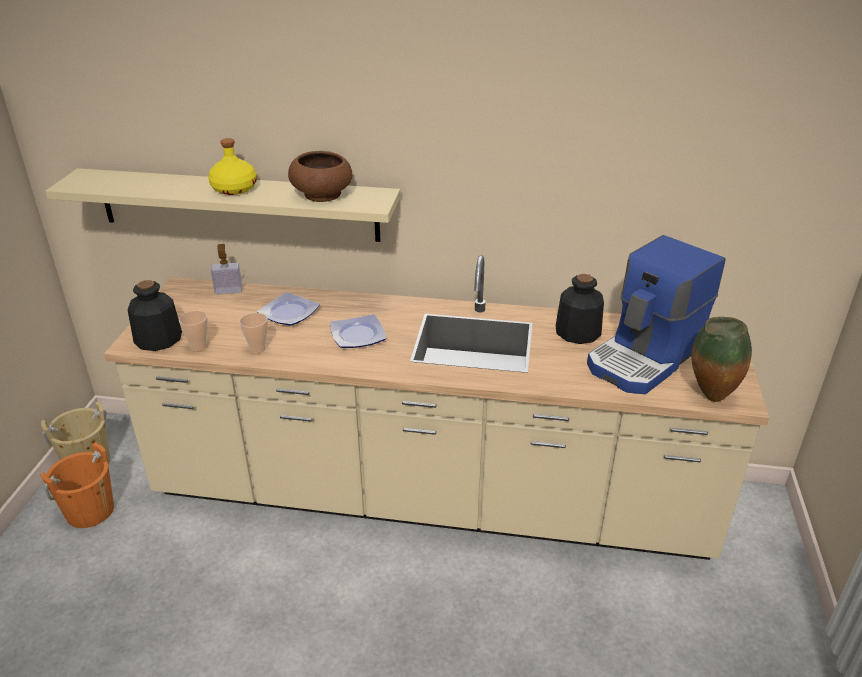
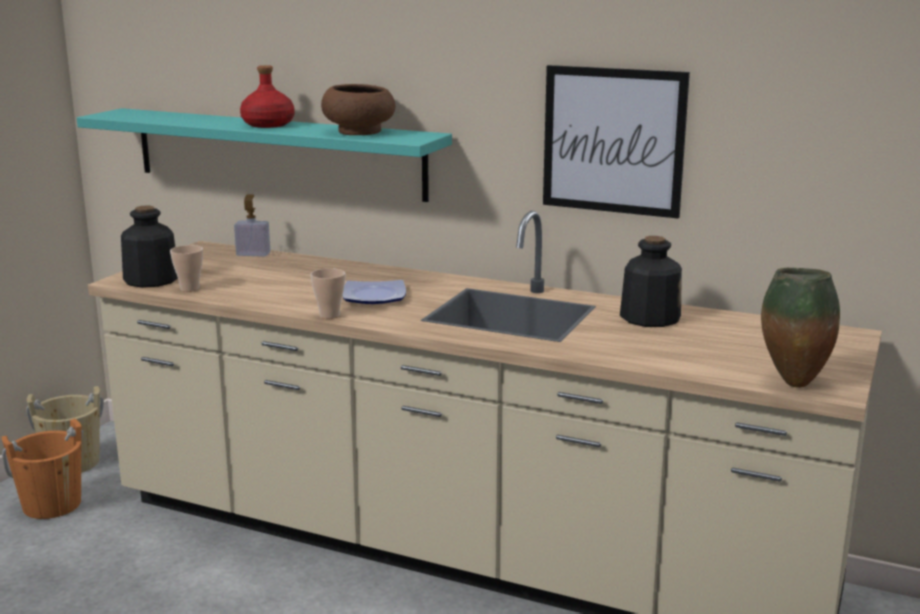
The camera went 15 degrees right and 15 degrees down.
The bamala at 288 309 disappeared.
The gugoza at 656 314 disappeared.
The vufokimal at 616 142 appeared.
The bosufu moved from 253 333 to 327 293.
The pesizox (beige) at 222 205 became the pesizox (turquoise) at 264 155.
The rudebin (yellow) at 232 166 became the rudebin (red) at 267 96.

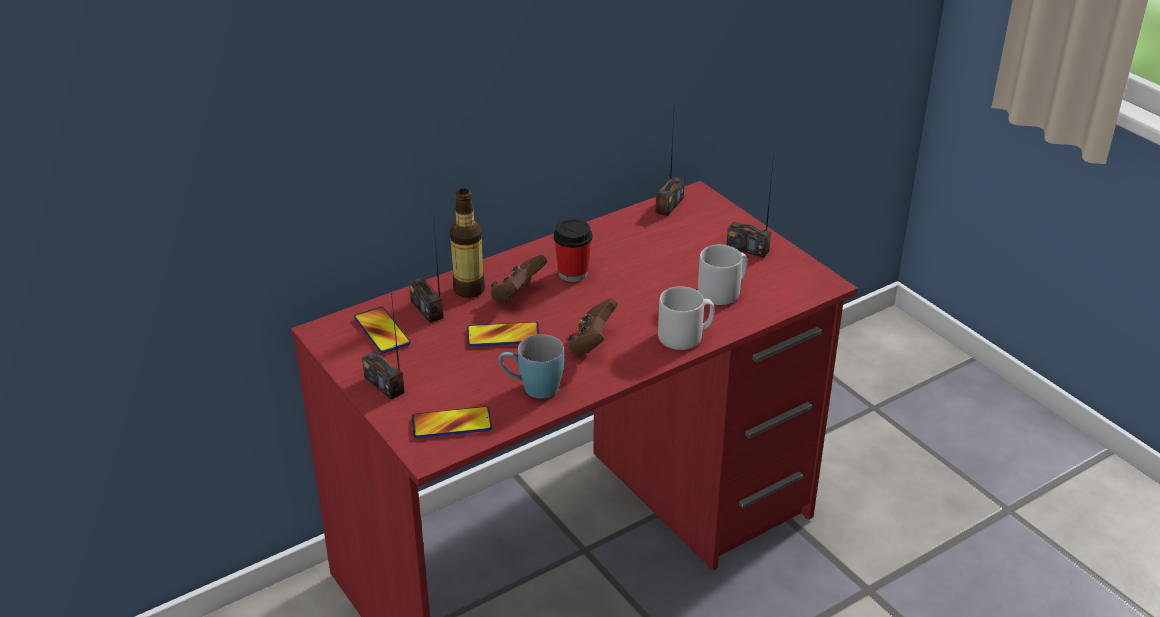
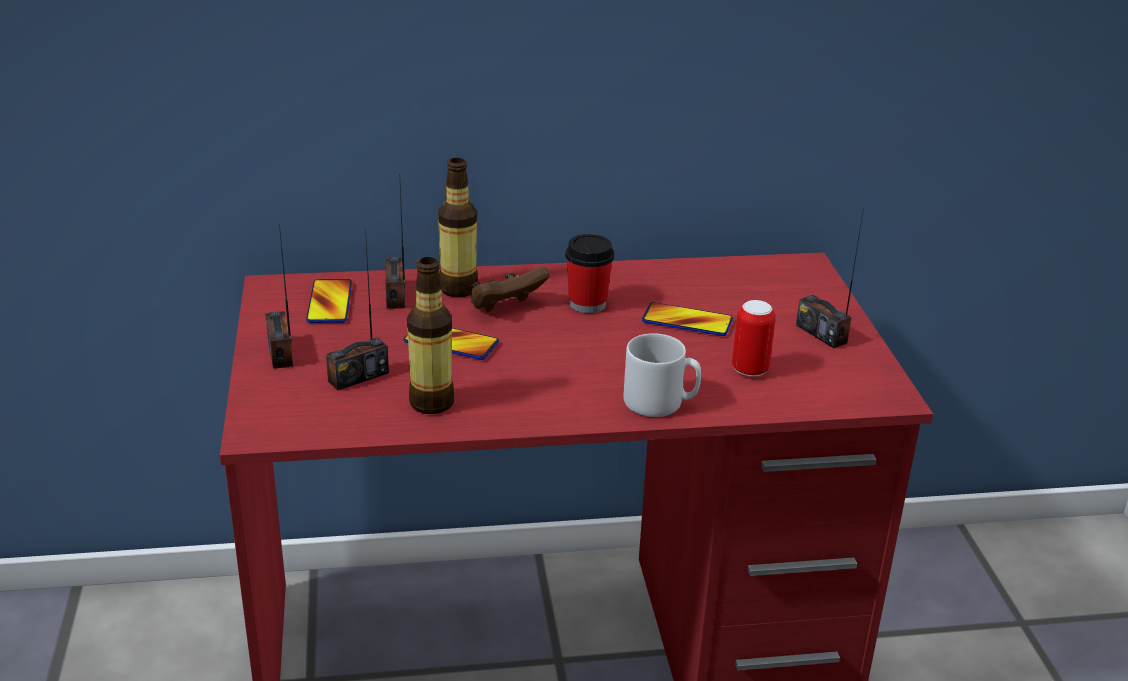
The camera went 25 degrees right and 5 degrees down.
The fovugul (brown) at 593 327 disappeared.
The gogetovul moved from 452 422 to 687 319.
The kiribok moved from 670 164 to 357 309.
The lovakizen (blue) at 531 366 was replaced by the rudebin at 430 335.
The lovakizen (grey) at 722 275 was replaced by the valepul at 754 338.

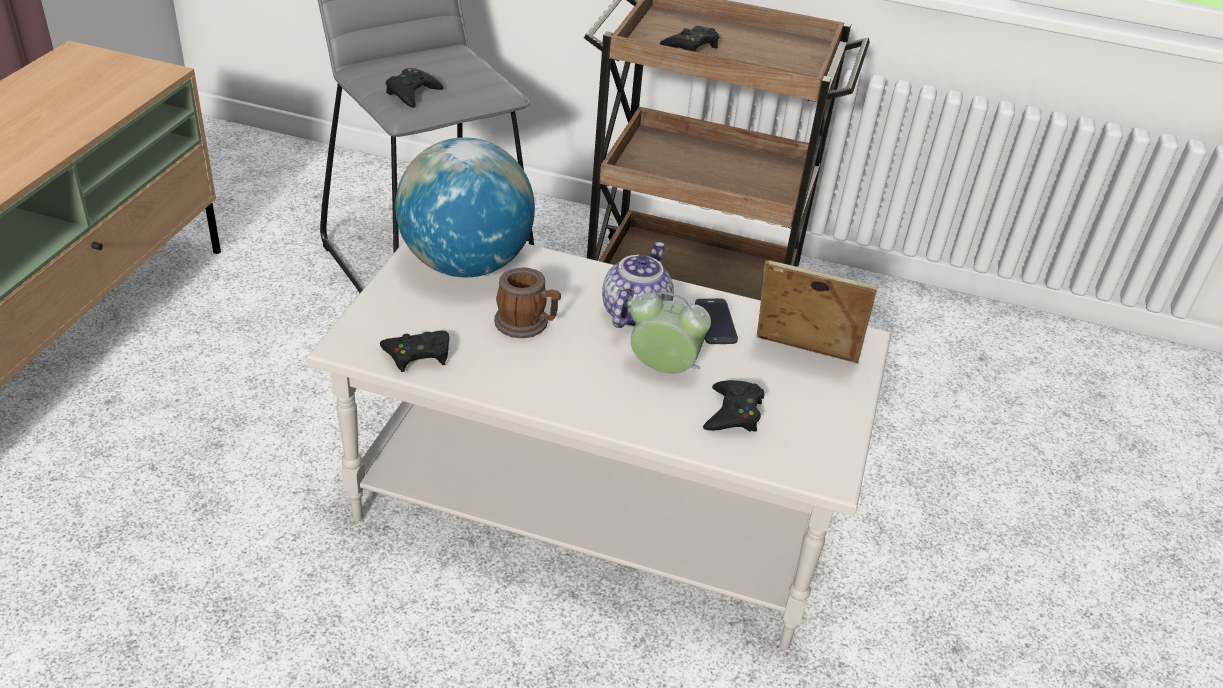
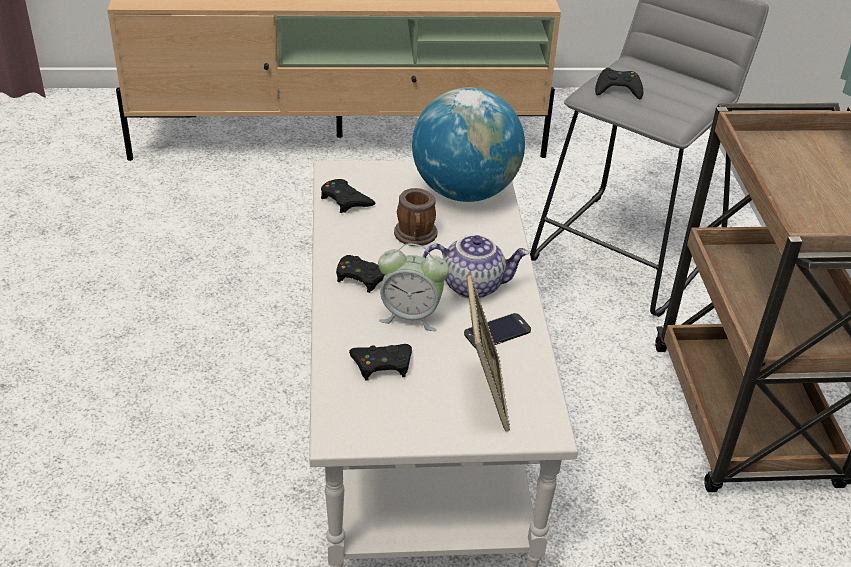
The camera went 70 degrees right and 0 degrees up.
The fovugul (black) moved from 689 39 to 360 274.
The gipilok at 670 333 turned 105 degrees clockwise.

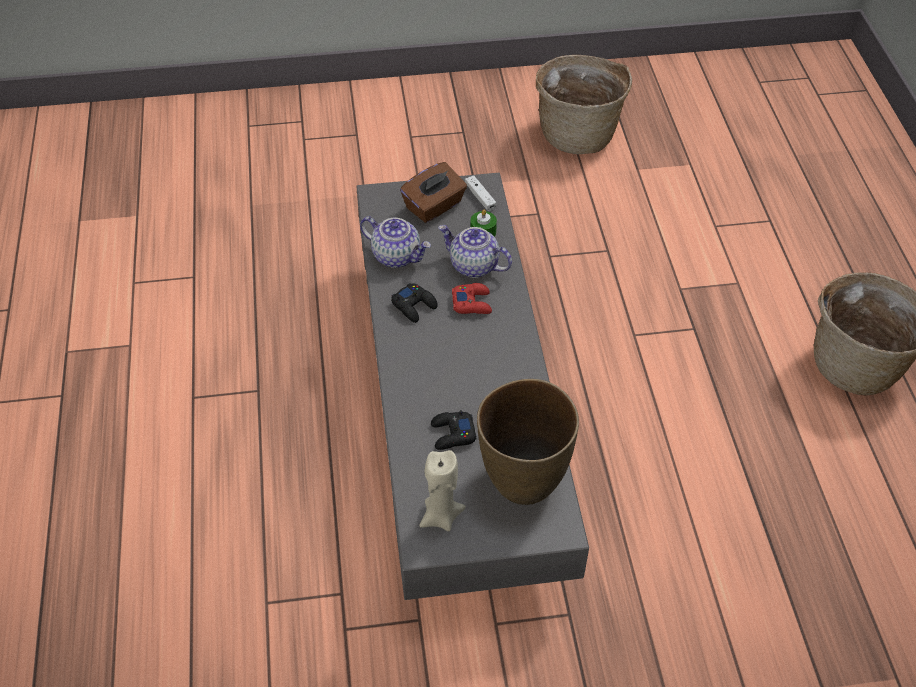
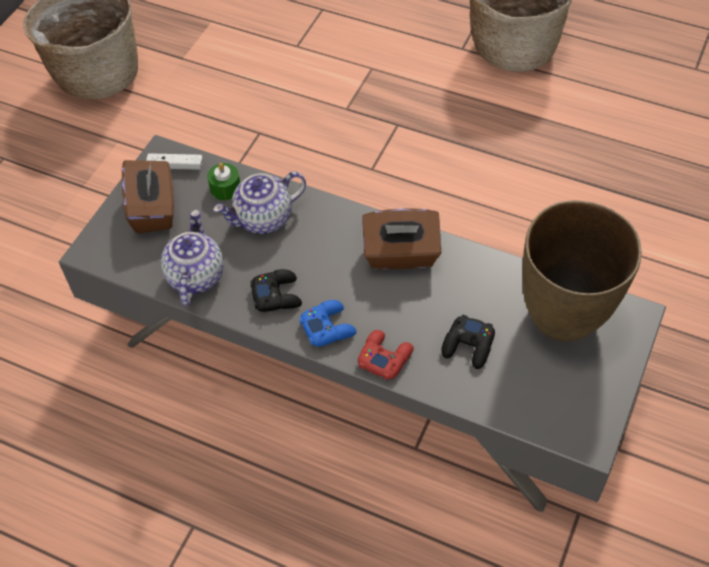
The camera went 55 degrees left and 5 degrees up.
The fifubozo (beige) at 442 490 disappeared.
The fovugul (blue) at 328 323 appeared.
The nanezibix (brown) at 401 239 appeared.
The fovugul (red) moved from 472 298 to 386 355.
The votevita at 395 242 turned 60 degrees counterclockwise.

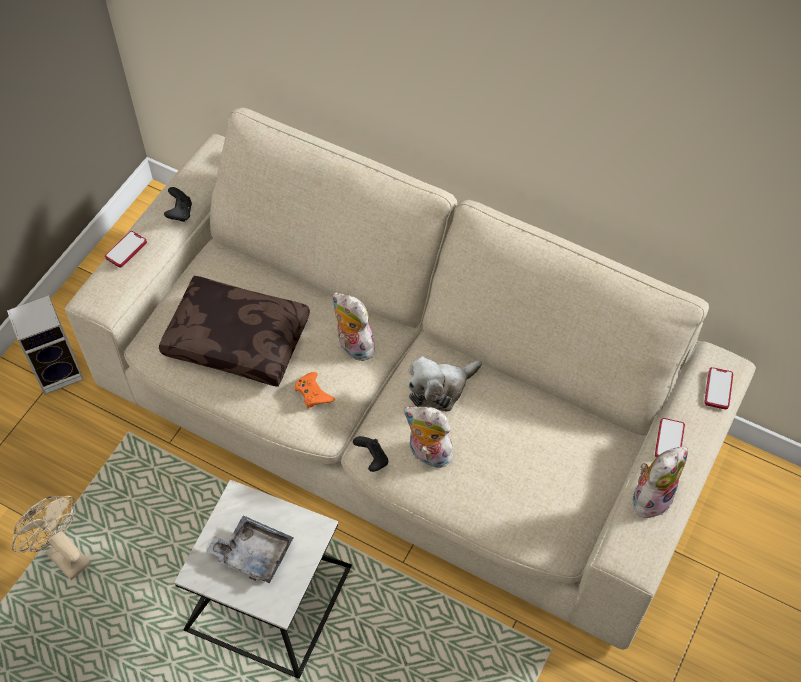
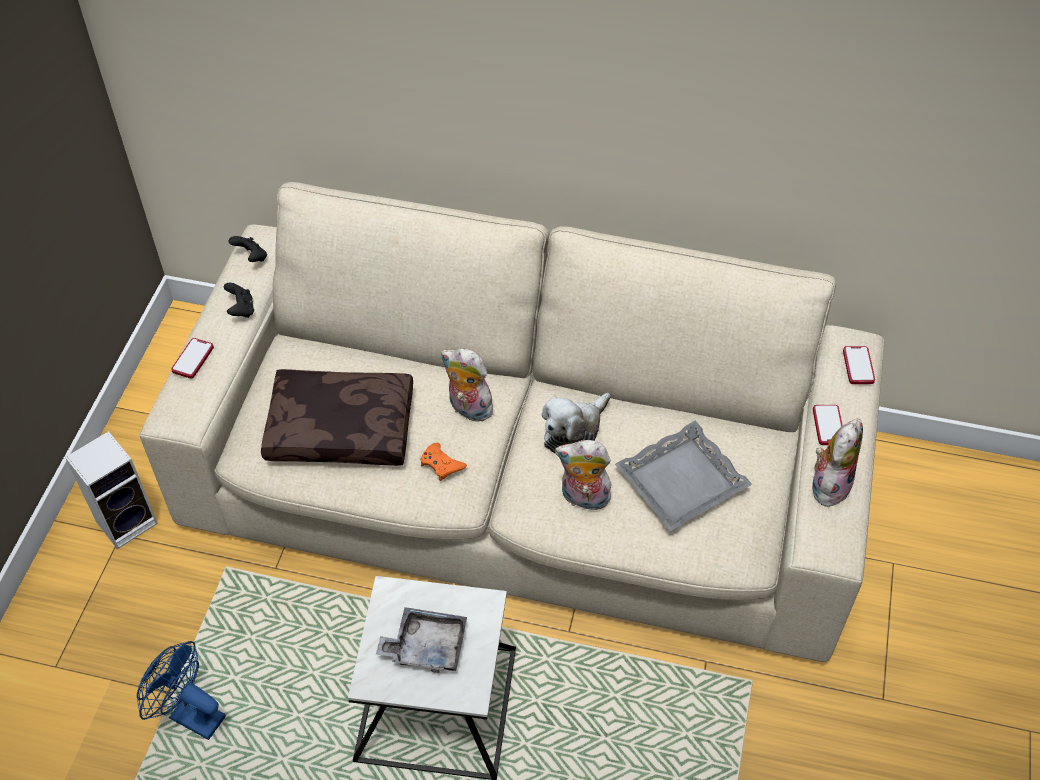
The camera went 15 degrees left and 5 degrees down.
The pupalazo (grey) at 683 476 appeared.
The fovugul (black) moved from 370 454 to 248 249.
The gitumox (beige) at 51 538 became the gitumox (blue) at 181 690.

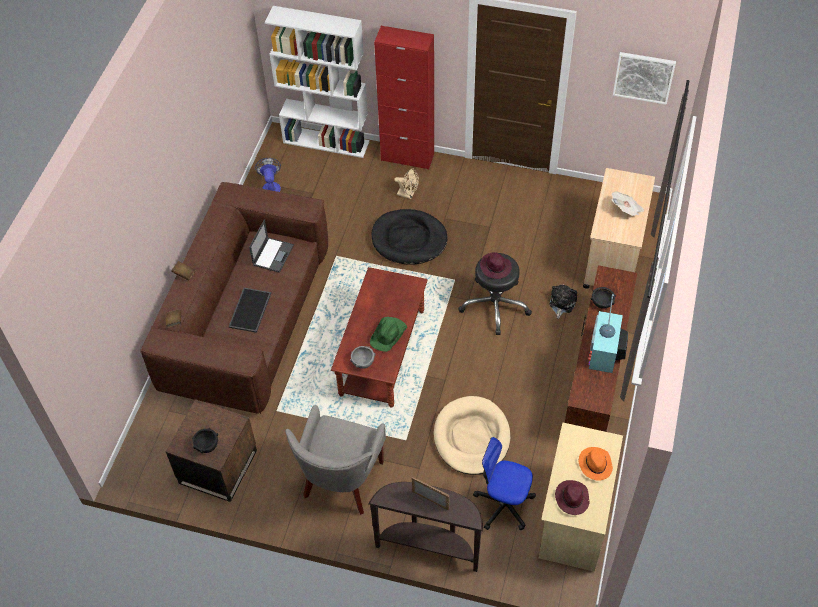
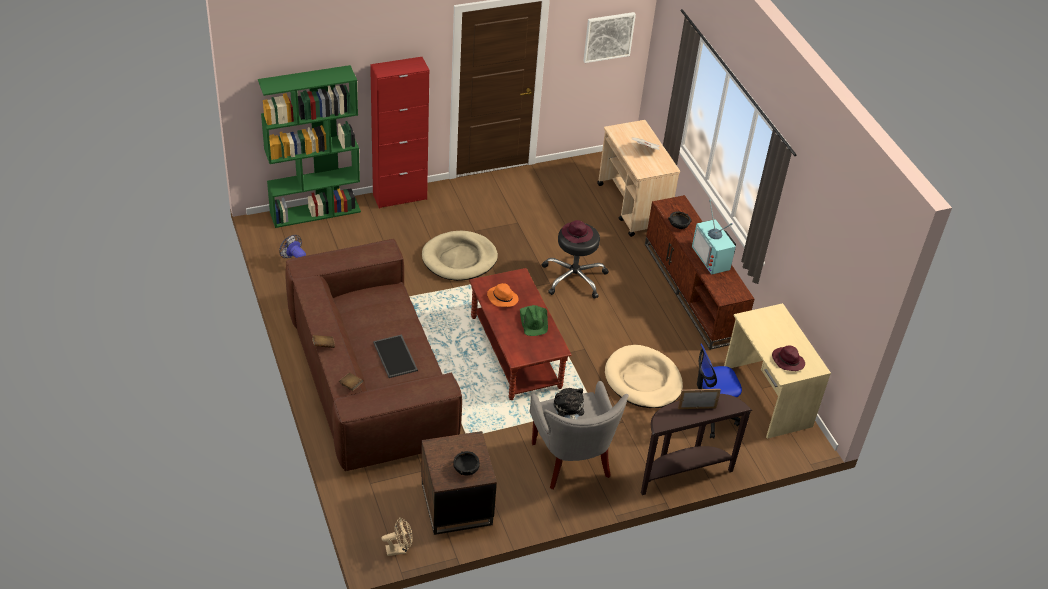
The camera went 40 degrees left and 10 degrees down.
The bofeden at 271 246 disappeared.
The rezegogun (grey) at 363 357 disappeared.
The gitumox (beige) moved from 406 184 to 397 536.
The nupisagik moved from 563 302 to 569 403.
The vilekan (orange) moved from 596 464 to 502 295.
The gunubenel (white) at 317 82 became the gunubenel (green) at 309 146.
The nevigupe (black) at 410 237 became the nevigupe (beige) at 460 256.

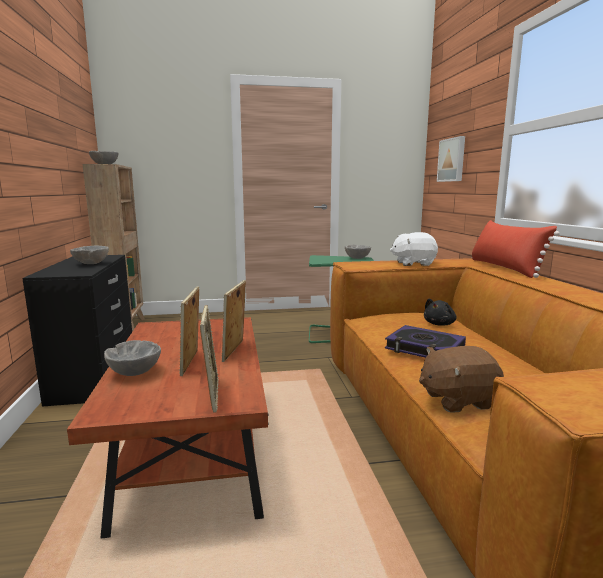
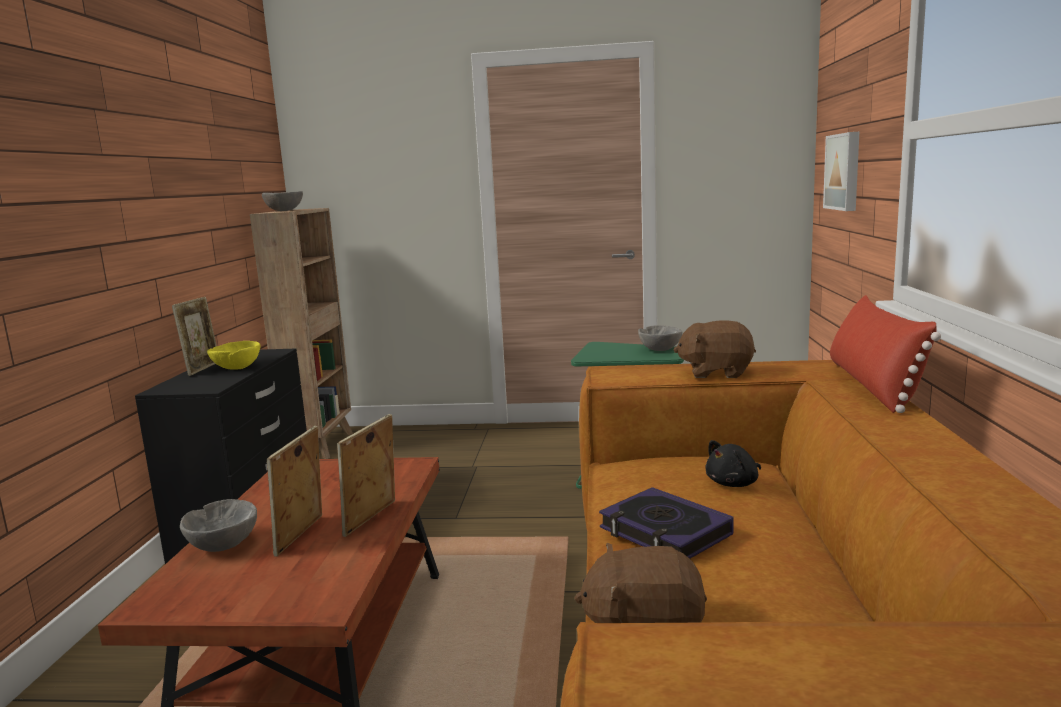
The camera went 15 degrees right and 0 degrees up.
The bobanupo moved from 209 359 to 194 336.
The rezegogun (grey) at 89 255 became the rezegogun (yellow) at 233 355.
The nupisagik (white) at 414 249 became the nupisagik (brown) at 715 349.

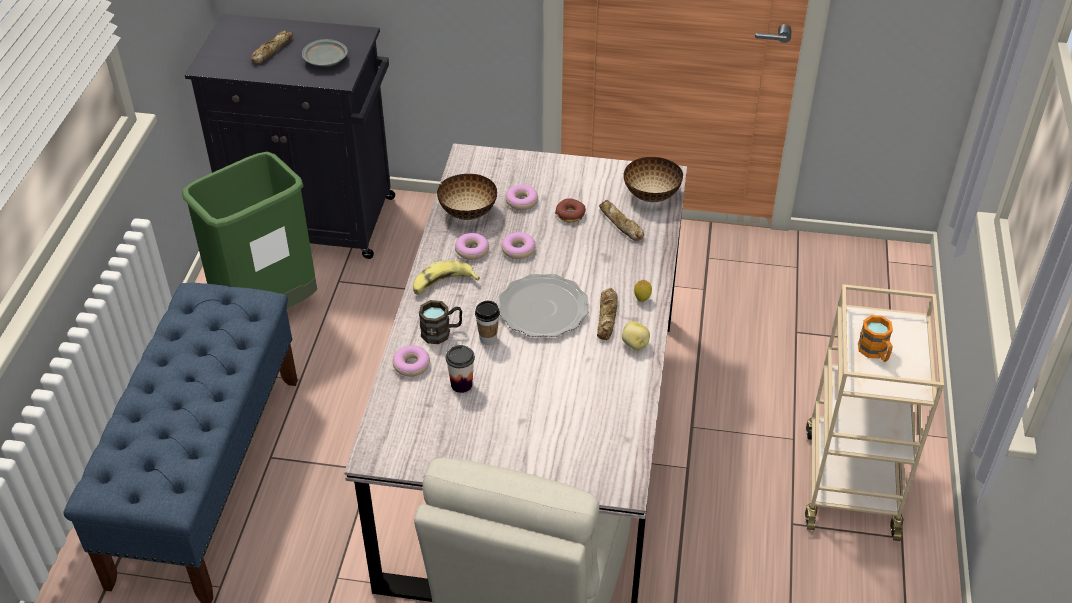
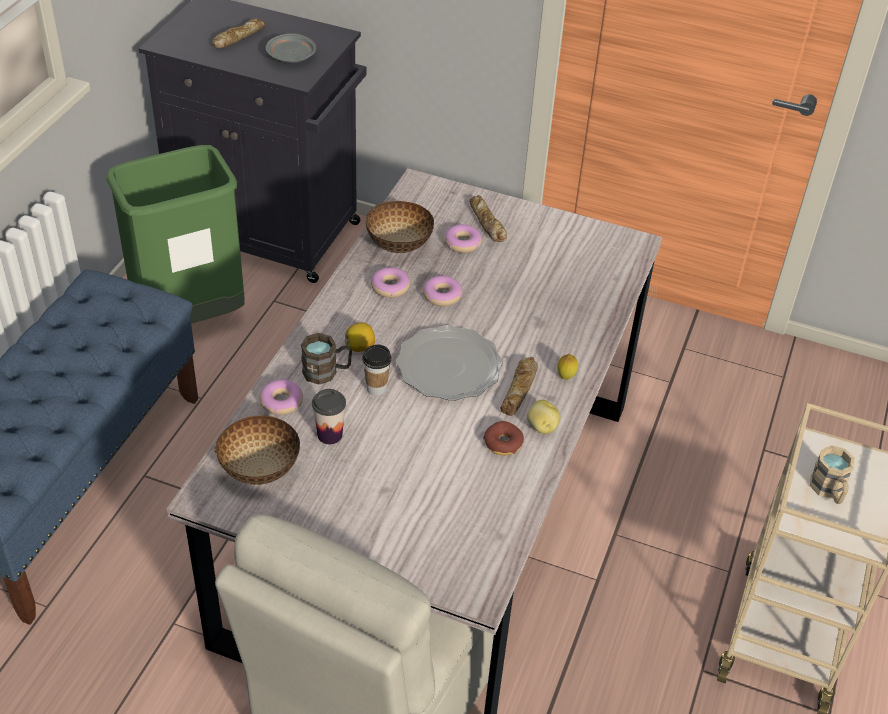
The camera went 10 degrees right and 0 degrees up.
The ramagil at 446 277 disappeared.
The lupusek at 360 337 appeared.
The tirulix moved from 570 210 to 503 438.
The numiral moved from 621 220 to 488 218.
The rezegogun moved from 653 179 to 257 450.
The lovakizen (orange) at 875 338 became the lovakizen (beige) at 832 474.

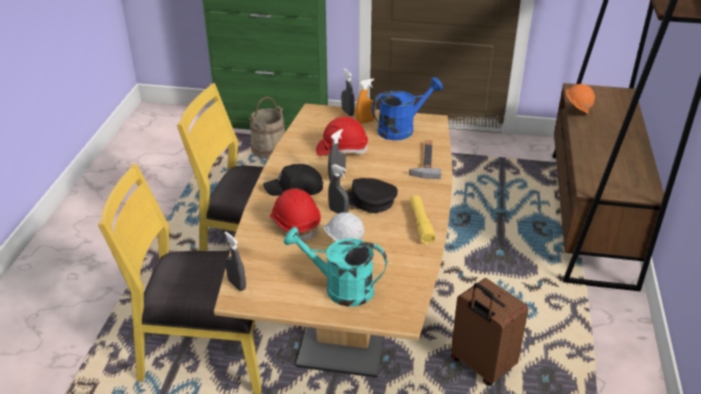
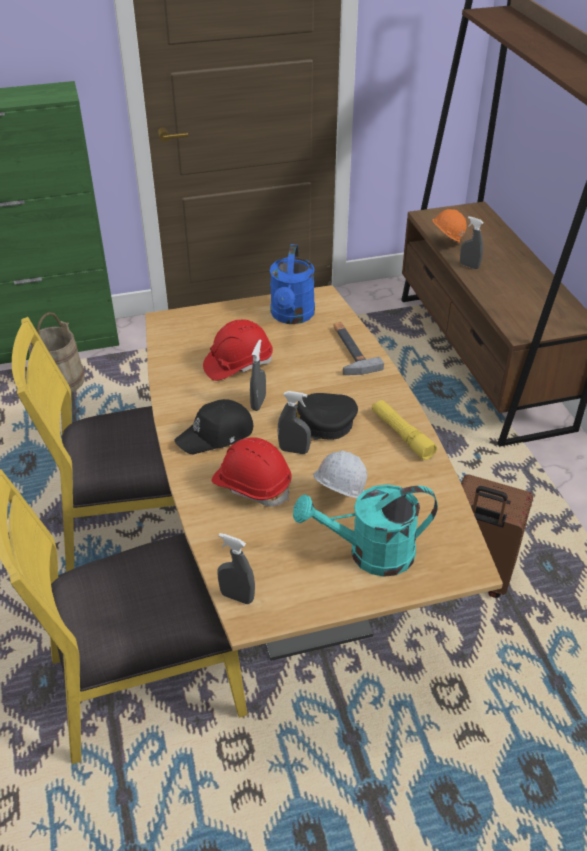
The camera went 25 degrees left and 5 degrees up.
The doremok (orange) at 366 101 disappeared.
The doremok (grey) moved from 348 92 to 472 242.
The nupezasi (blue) at 407 108 turned 150 degrees clockwise.

